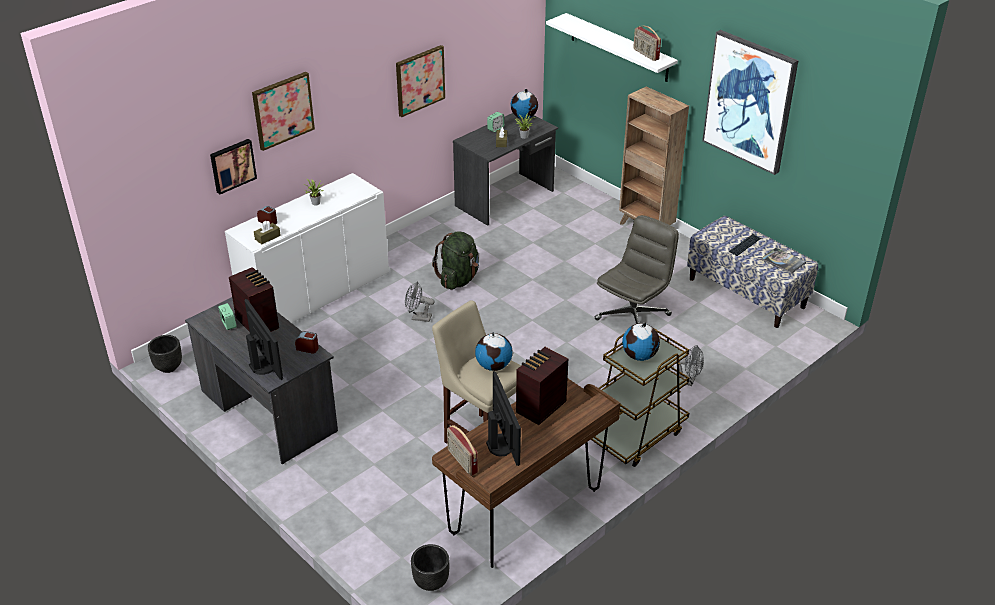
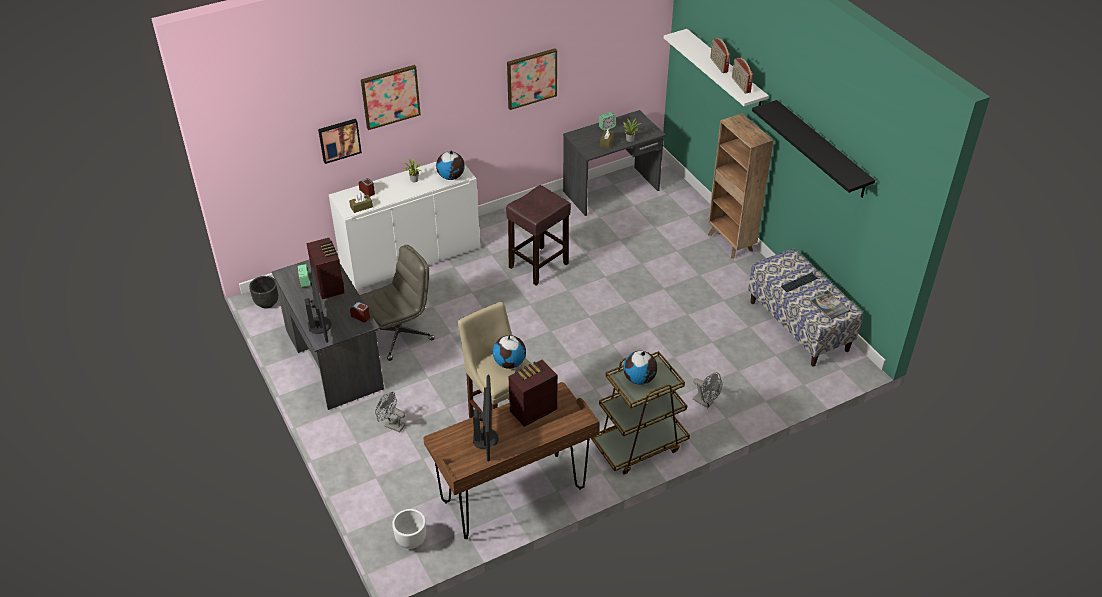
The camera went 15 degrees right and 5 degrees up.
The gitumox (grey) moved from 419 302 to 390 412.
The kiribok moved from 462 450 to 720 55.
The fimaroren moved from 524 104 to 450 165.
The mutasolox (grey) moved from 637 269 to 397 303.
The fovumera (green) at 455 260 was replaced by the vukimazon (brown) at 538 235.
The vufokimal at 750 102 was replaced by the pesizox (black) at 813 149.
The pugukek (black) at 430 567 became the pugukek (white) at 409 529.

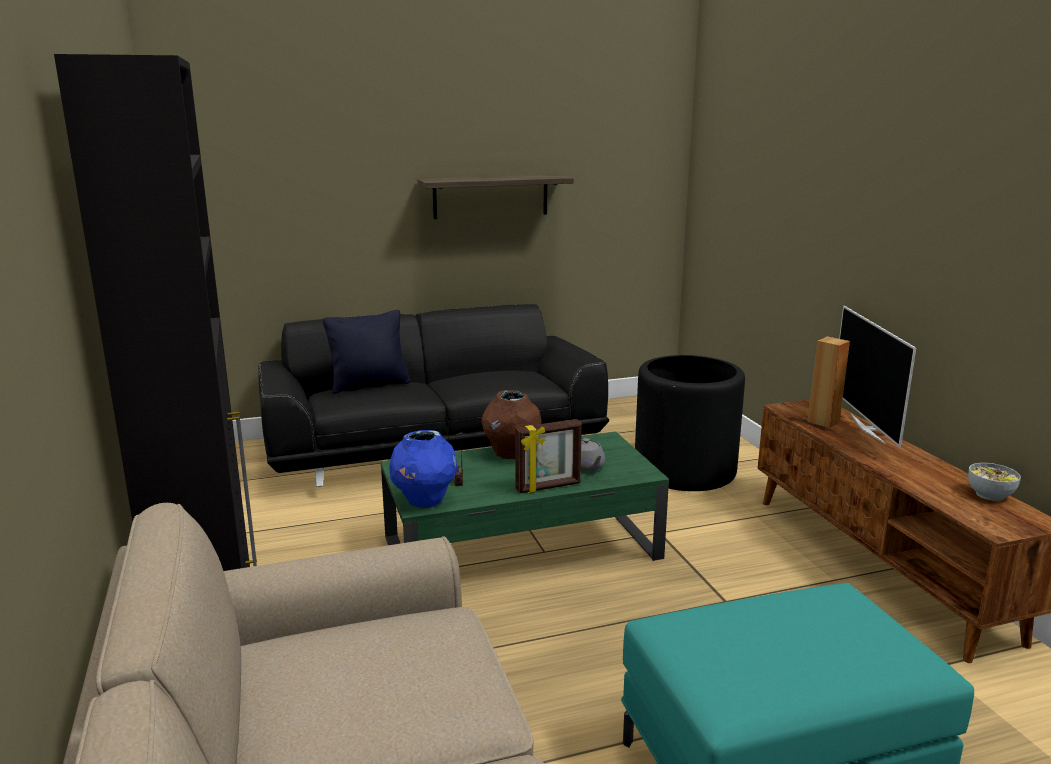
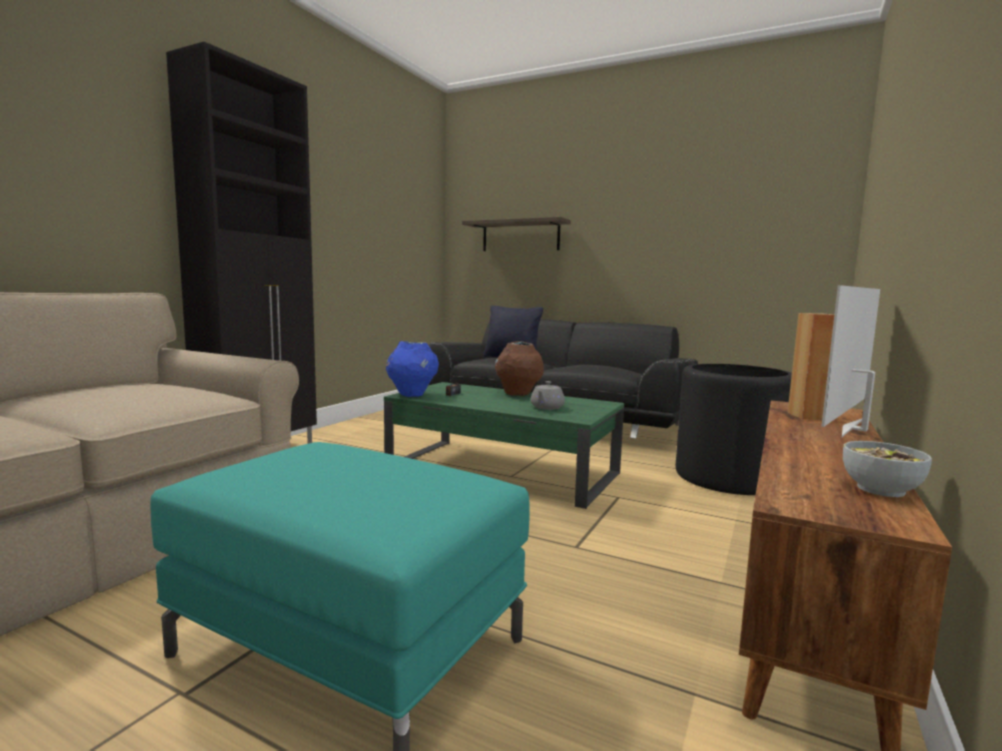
The camera went 45 degrees right and 10 degrees down.
The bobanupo at 548 456 disappeared.
The pesizox moved from 495 197 to 516 234.

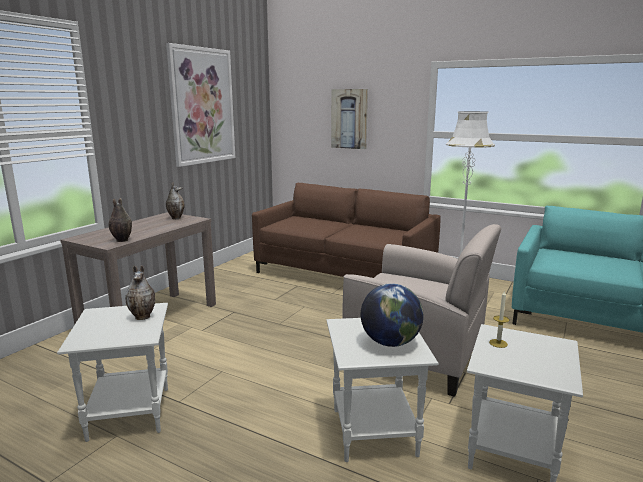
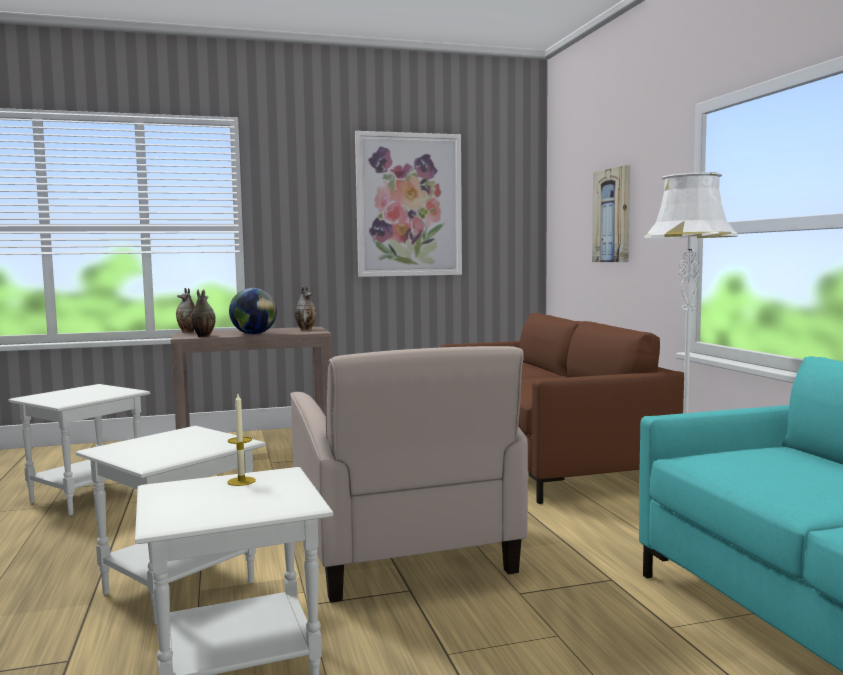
The camera went 45 degrees right and 10 degrees down.
The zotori moved from 140 292 to 185 310.
The fimaroren moved from 392 315 to 253 311.

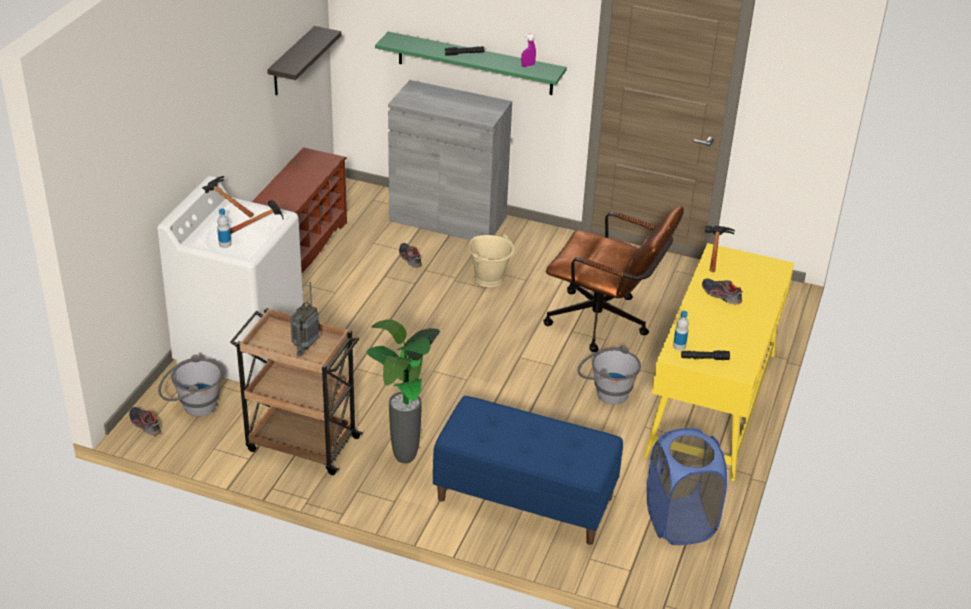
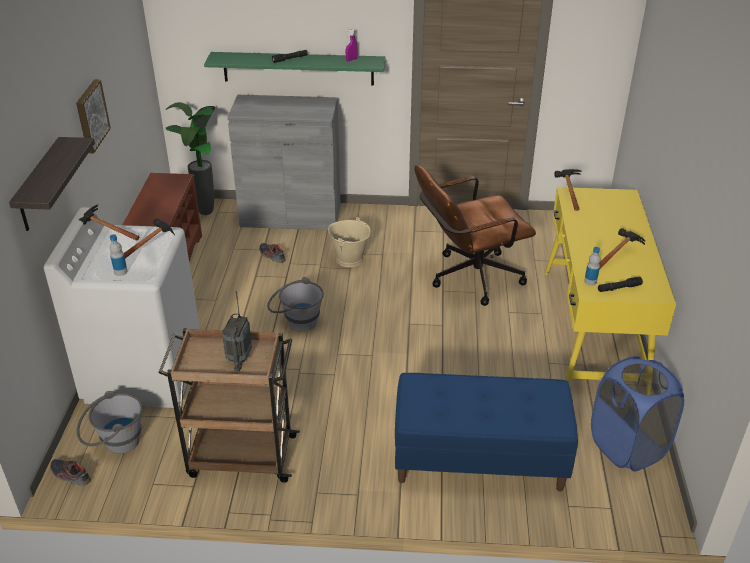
The camera went 15 degrees left and 0 degrees up.
The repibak at 722 291 disappeared.
The vufokimal at 93 116 appeared.
The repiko at 622 249 appeared.
The pesizox moved from 304 60 to 52 184.
The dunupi moved from 403 391 to 190 158.
The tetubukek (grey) moved from 609 375 to 295 304.
The mutasolox (brown) at 613 279 turned 150 degrees clockwise.

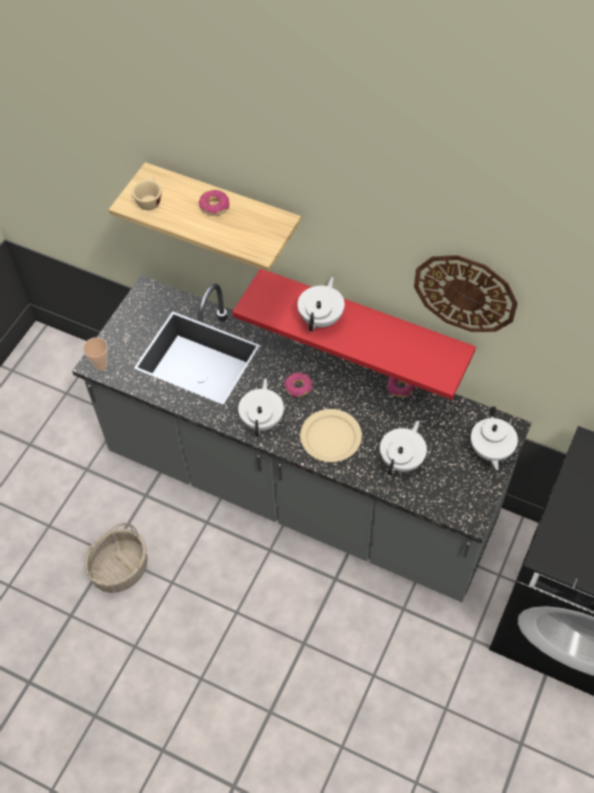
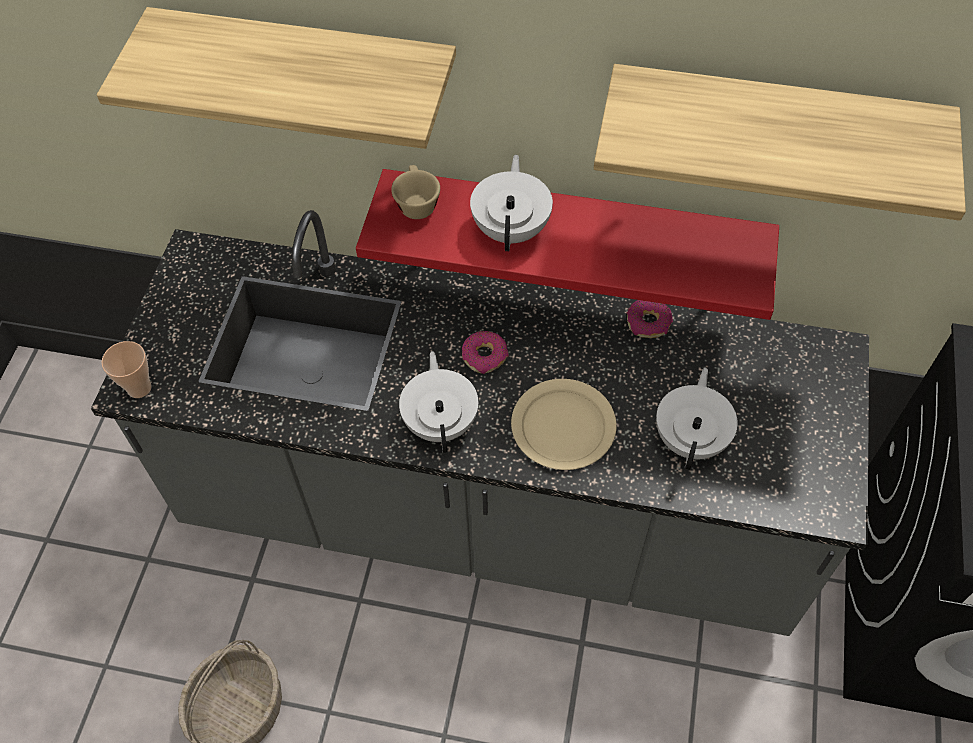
The camera went 15 degrees left and 0 degrees up.
The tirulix at 214 203 disappeared.
The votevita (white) at 494 438 disappeared.
The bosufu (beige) moved from 147 193 to 415 192.
The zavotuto at 466 293 was replaced by the pesizox at 780 142.

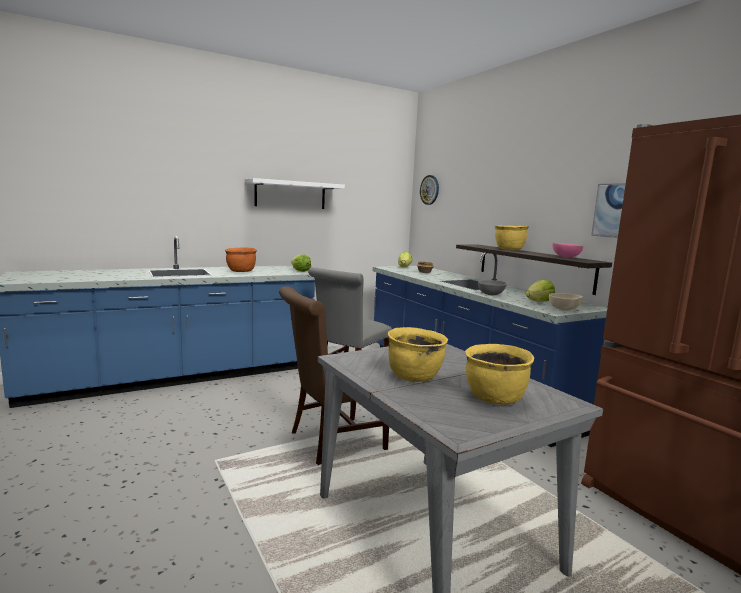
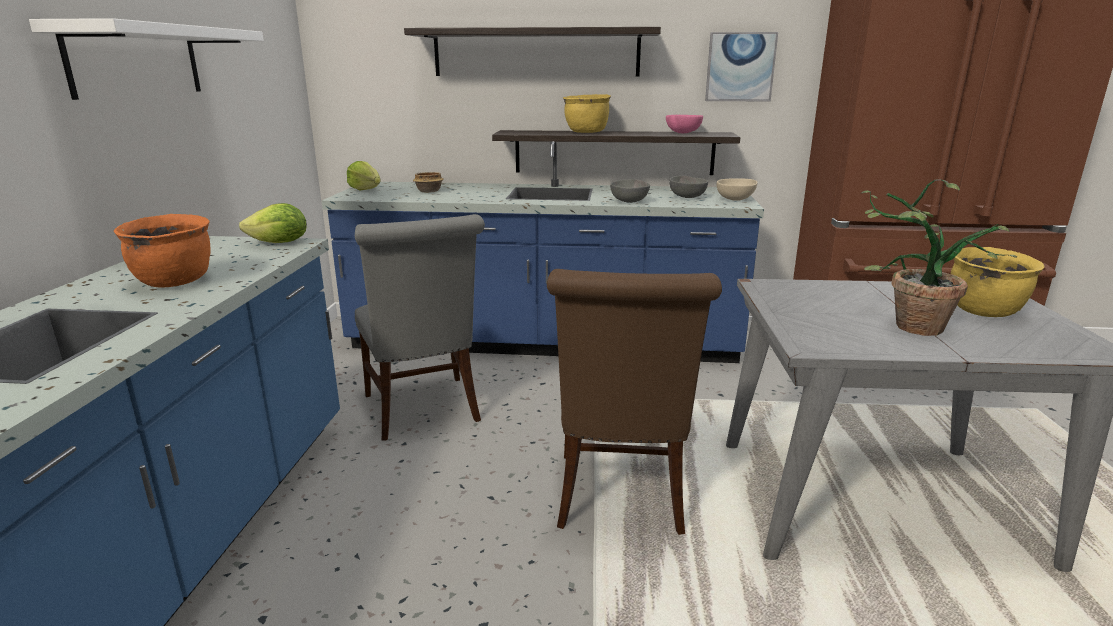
The camera went 55 degrees left and 10 degrees up.
The zavotuto at 429 190 disappeared.
The pesizox at 532 51 appeared.
The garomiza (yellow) at 418 354 was replaced by the dunupi at 939 257.
The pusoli at 540 290 was replaced by the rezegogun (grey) at 688 187.

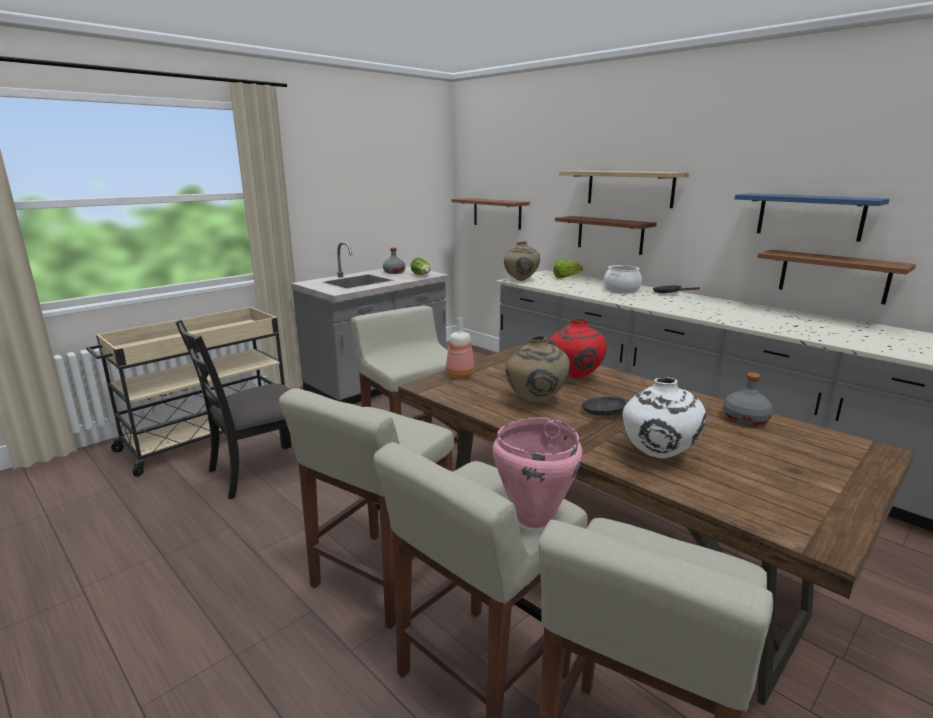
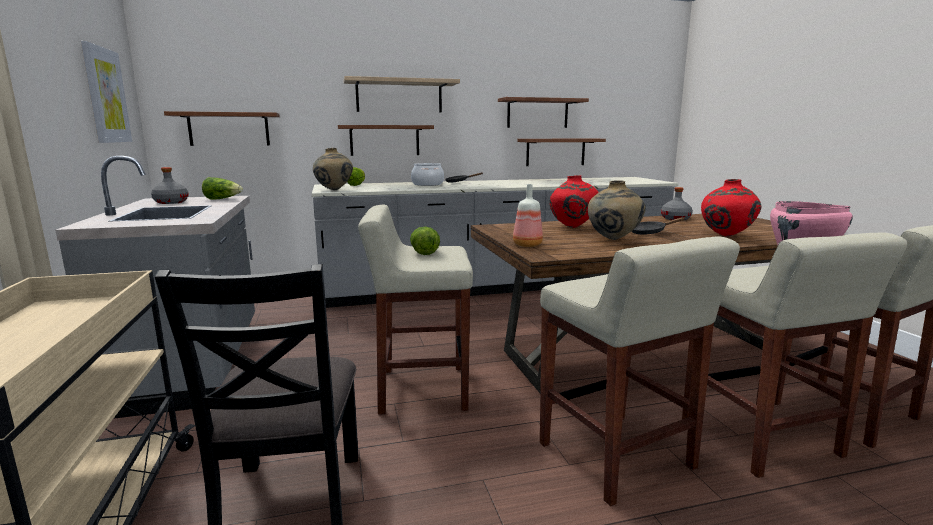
The camera went 60 degrees left and 5 degrees down.
The vufokimal at 106 92 appeared.
The pusoli at 425 241 appeared.
The zotori (white) at 664 418 became the zotori (red) at 731 208.
The pesizox (blue) at 812 217 became the pesizox (brown) at 543 112.

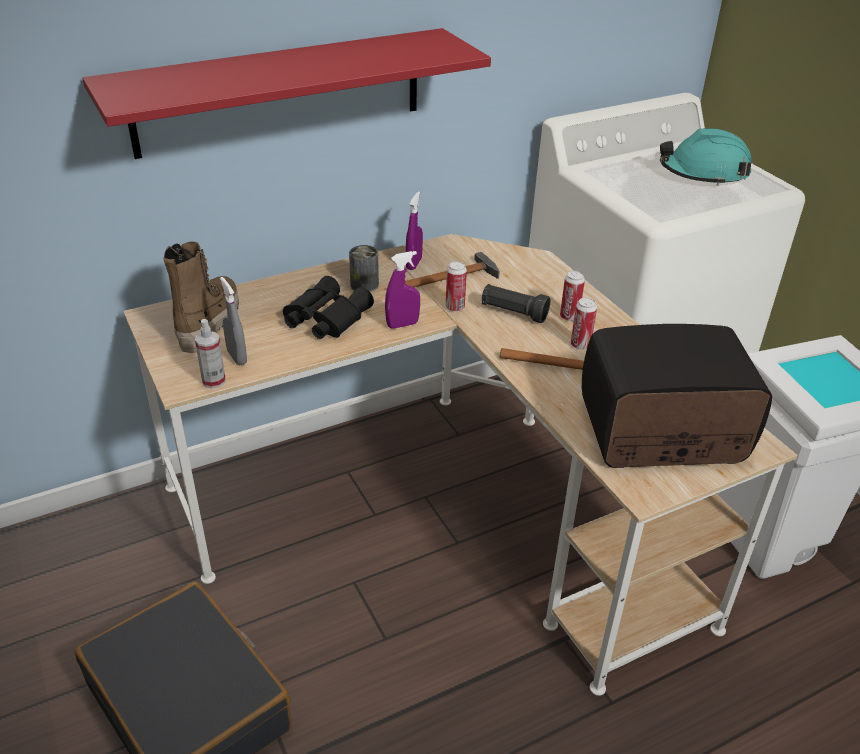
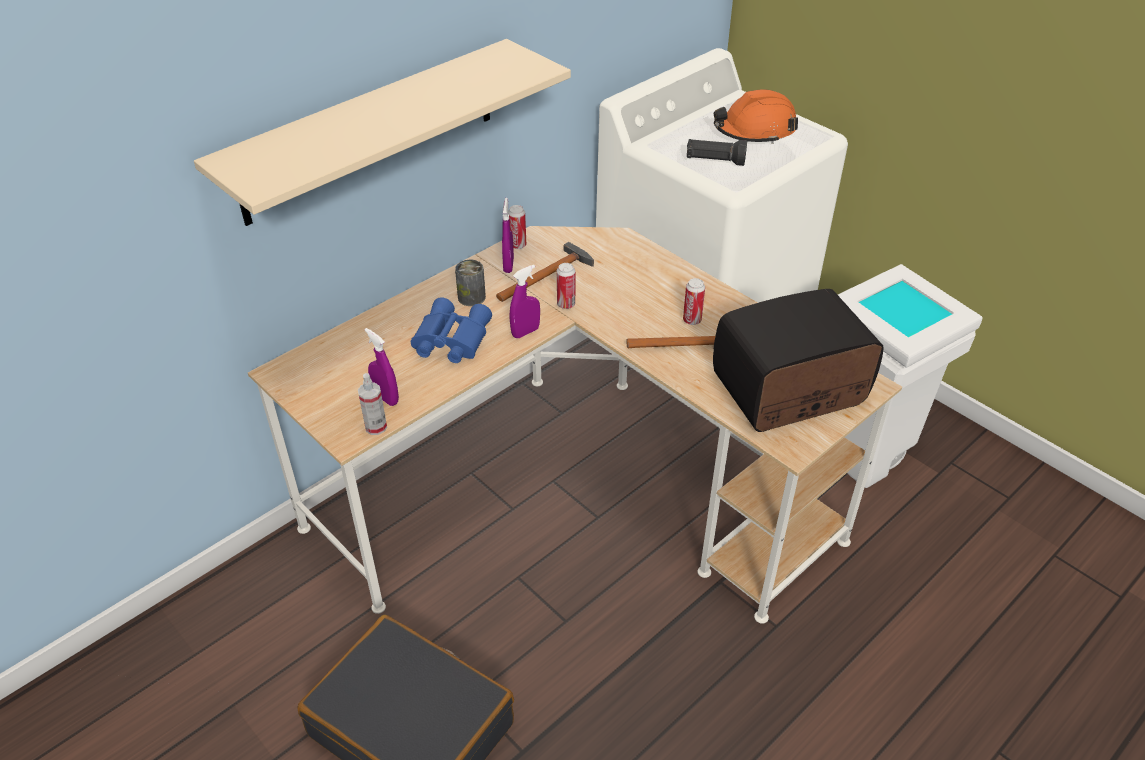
The camera went 15 degrees left and 5 degrees up.
The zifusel at 201 297 disappeared.
The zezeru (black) moved from 516 303 to 717 152.
The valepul moved from 572 296 to 517 227.
The pesizox (red) at 287 93 became the pesizox (beige) at 382 132.
The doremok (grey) at 233 321 became the doremok (purple) at 382 367.
The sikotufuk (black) at 328 307 became the sikotufuk (blue) at 451 330.
The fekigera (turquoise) at 705 157 became the fekigera (orange) at 756 116.

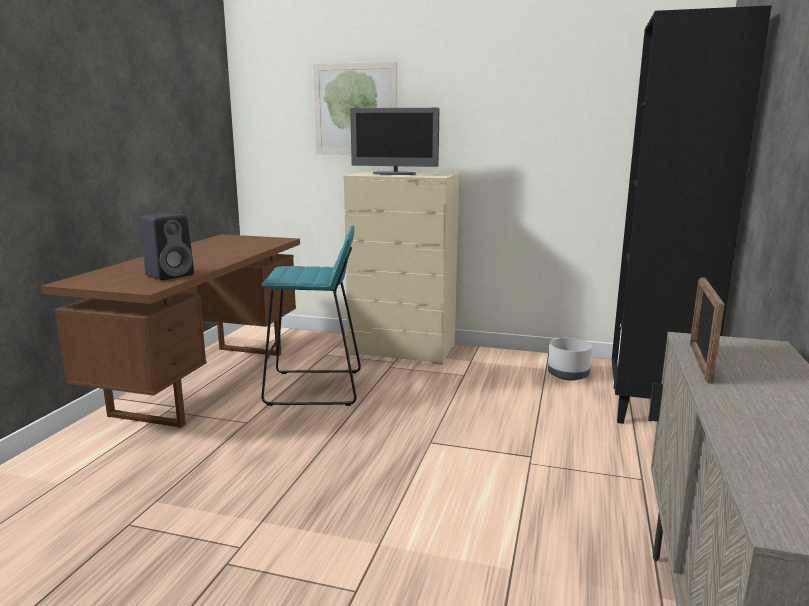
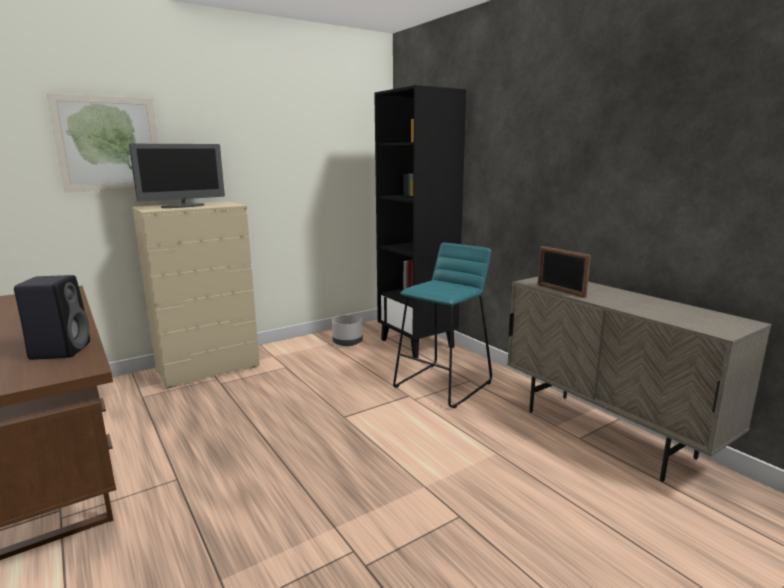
The camera went 50 degrees left and 0 degrees up.
The vukimazon (turquoise) moved from 311 316 to 442 325.

